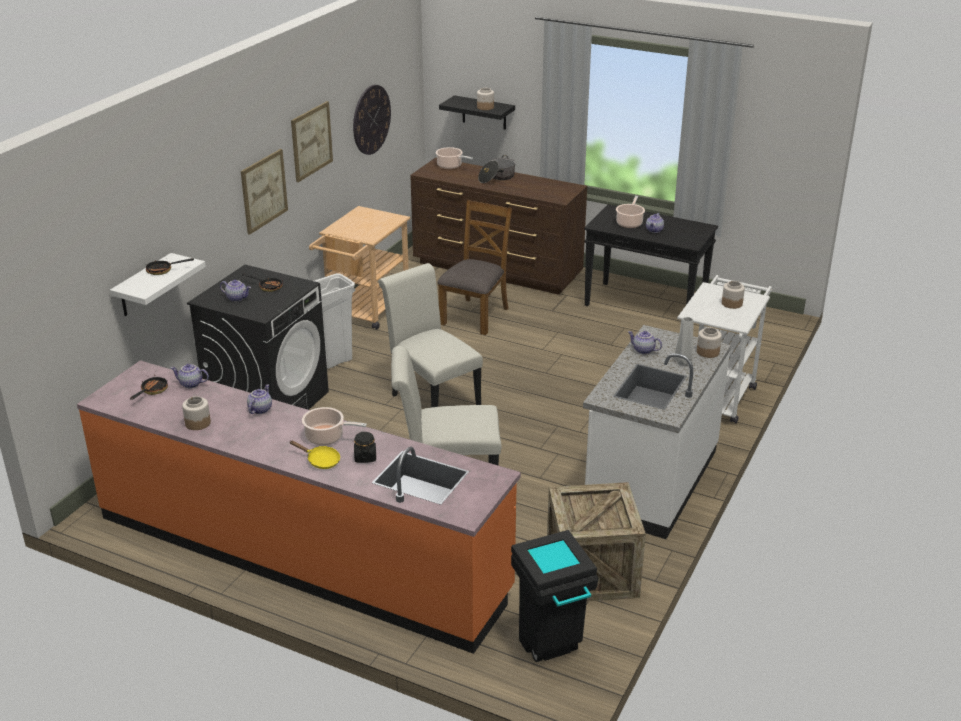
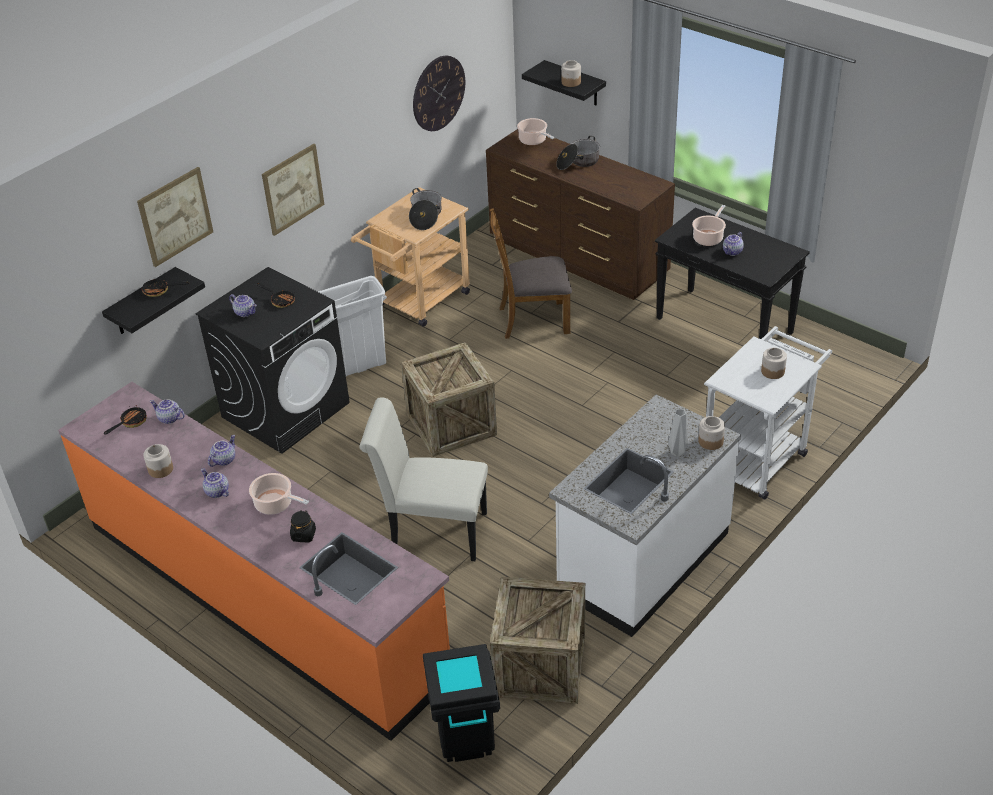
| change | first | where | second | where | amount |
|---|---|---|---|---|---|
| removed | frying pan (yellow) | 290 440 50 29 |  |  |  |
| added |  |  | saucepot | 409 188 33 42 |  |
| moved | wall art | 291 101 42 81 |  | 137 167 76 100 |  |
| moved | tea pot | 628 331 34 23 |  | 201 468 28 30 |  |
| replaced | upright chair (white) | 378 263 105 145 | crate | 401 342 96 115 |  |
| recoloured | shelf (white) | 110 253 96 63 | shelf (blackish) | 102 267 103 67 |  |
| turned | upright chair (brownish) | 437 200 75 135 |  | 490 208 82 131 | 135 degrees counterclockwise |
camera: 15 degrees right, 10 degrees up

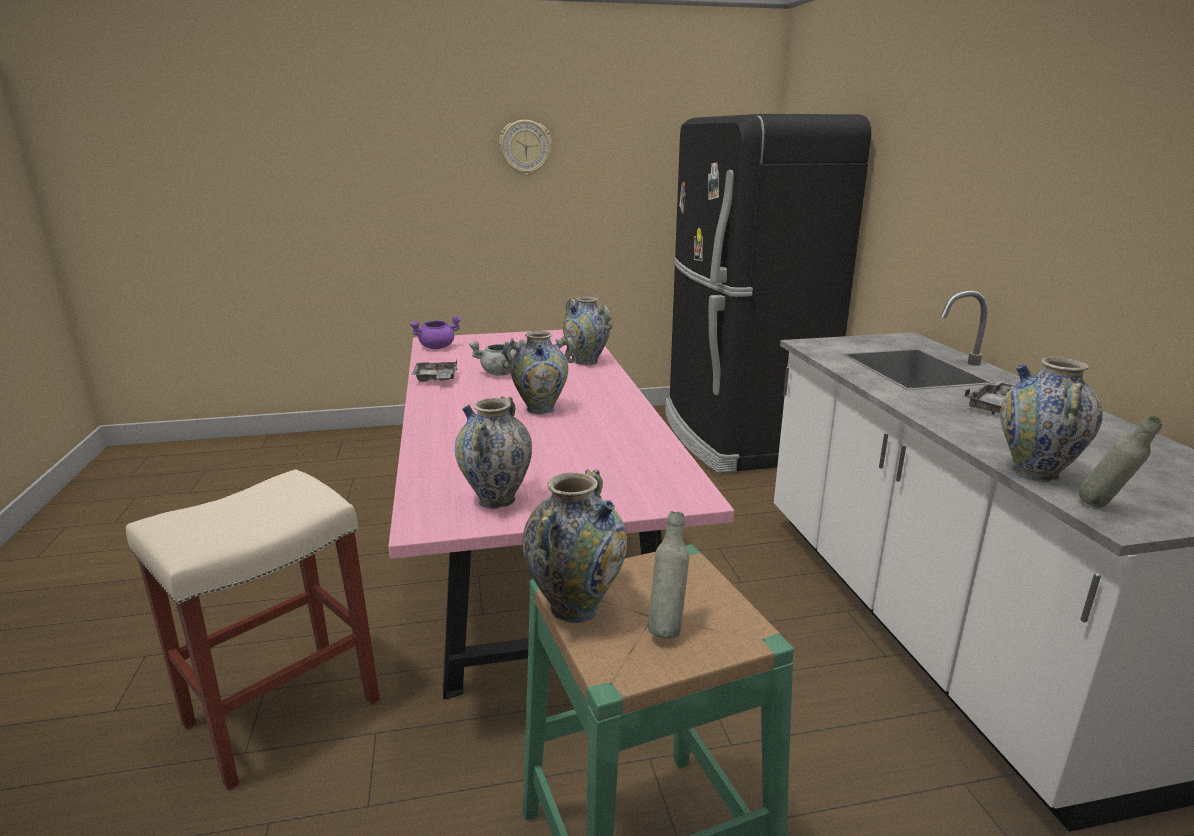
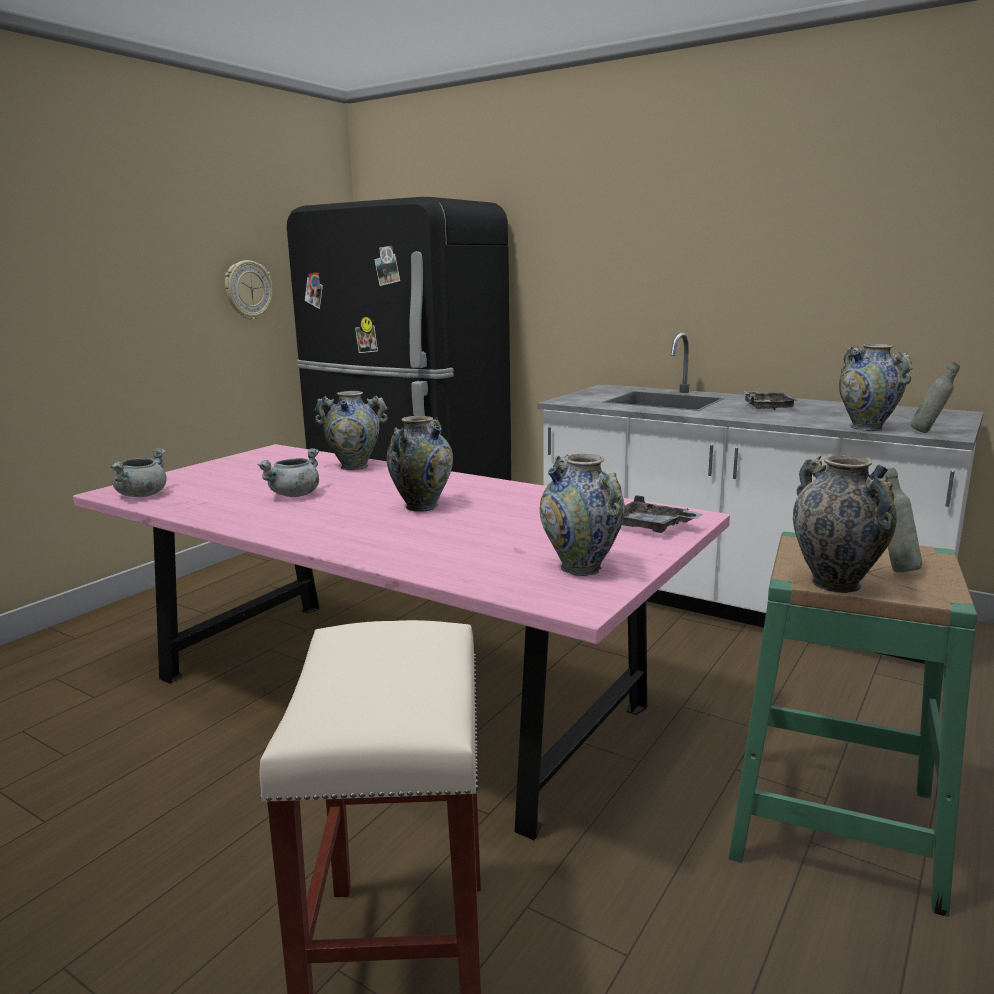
| change | first | where | second | where | amount |
|---|---|---|---|---|---|
| moved | carrying tray (grey) | 412 359 45 23 |  | 622 495 81 38 |  |
| moved | wall clock | 499 120 53 56 |  | 225 260 48 60 |  |
| recoloured | saucepot (purple-coloured) | 410 316 51 33 | saucepot (grey) | 111 448 56 49 |  |
camera: 45 degrees left, 5 degrees down

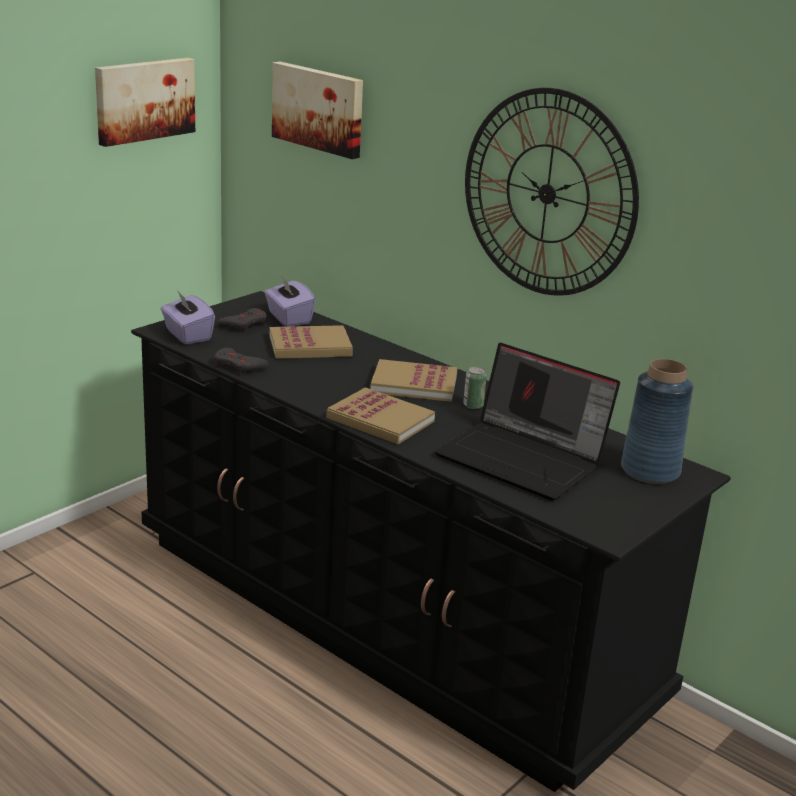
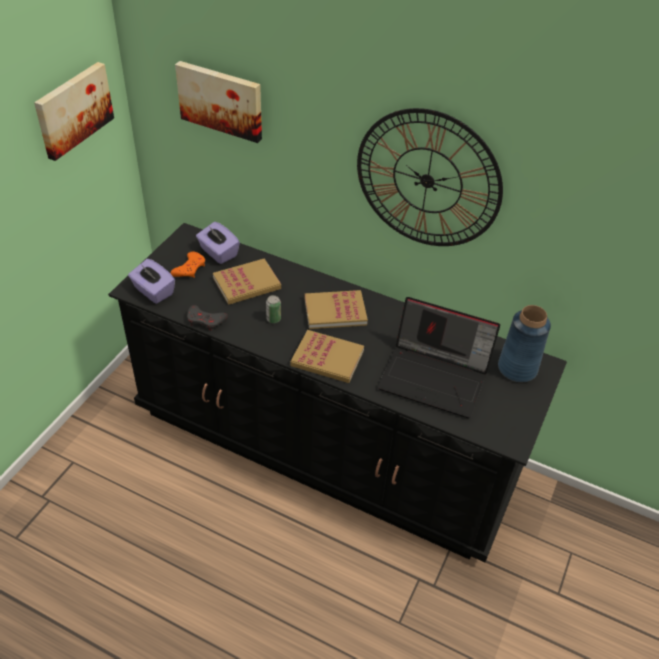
| change | first | where | second | where | amount |
|---|---|---|---|---|---|
| moved | can | 463 367 24 42 |  | 266 295 15 28 |  |
| recoloured | gamepad (grey) | 217 308 50 24 | gamepad (orange-coloured) | 170 252 35 26 |  |
camera: 15 degrees left, 20 degrees up

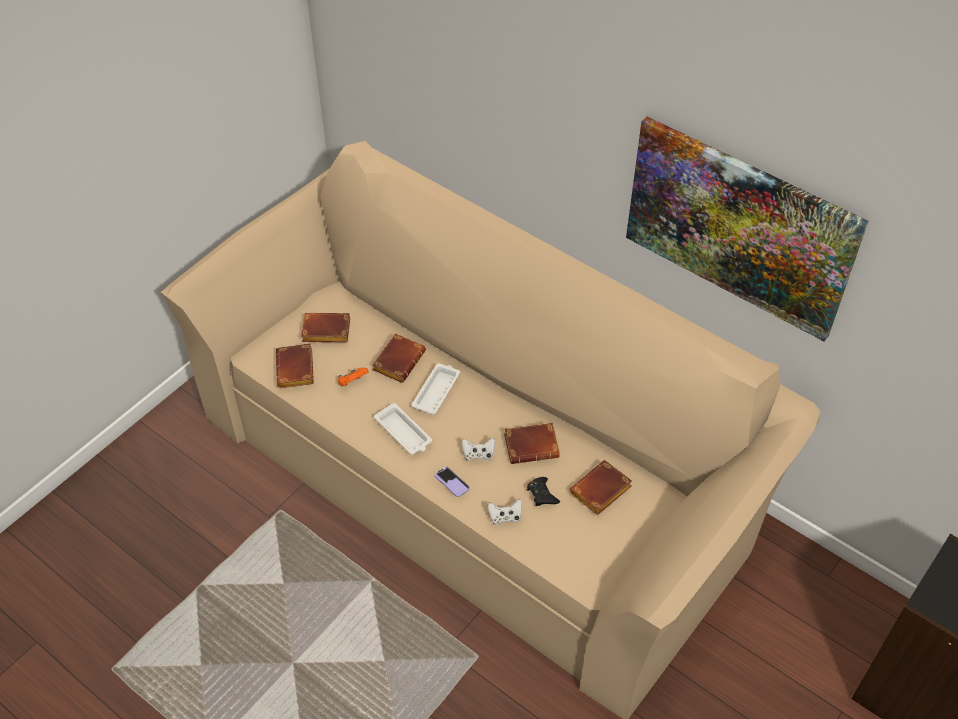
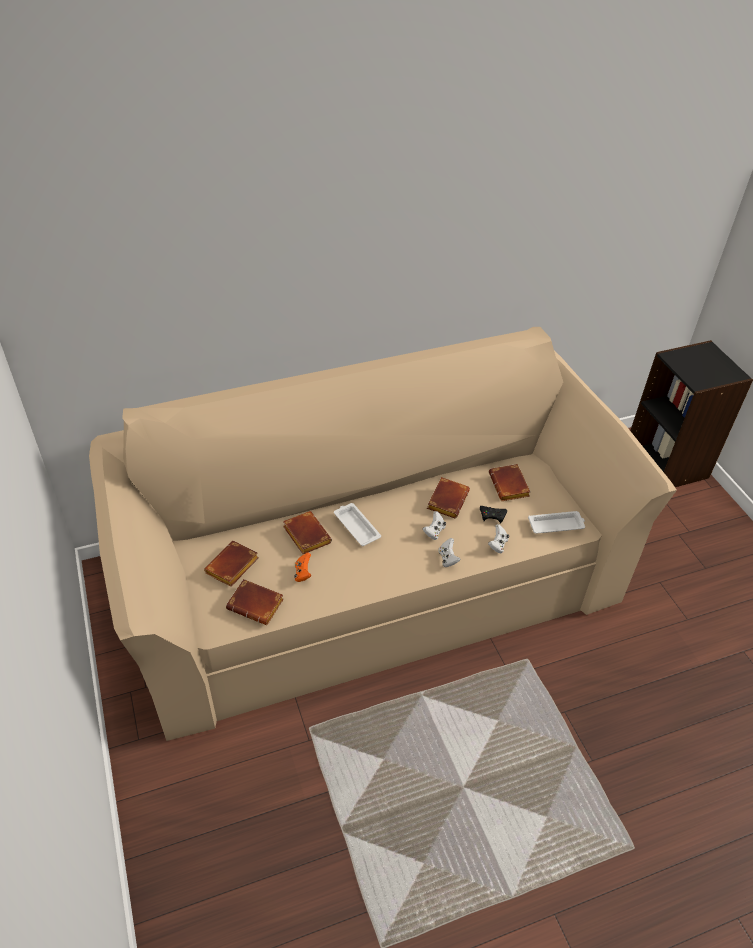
| change | first | where | second | where | amount |
|---|---|---|---|---|---|
| removed | wall art | 626 117 242 224 |  |  |  |
| moved | carrying tray (white) | 374 403 58 52 |  | 528 511 57 23 |  |
| replaced | telephone | 435 467 35 30 | gamepad (white) | 438 538 23 29 |  |
camera: 60 degrees left, 5 degrees down

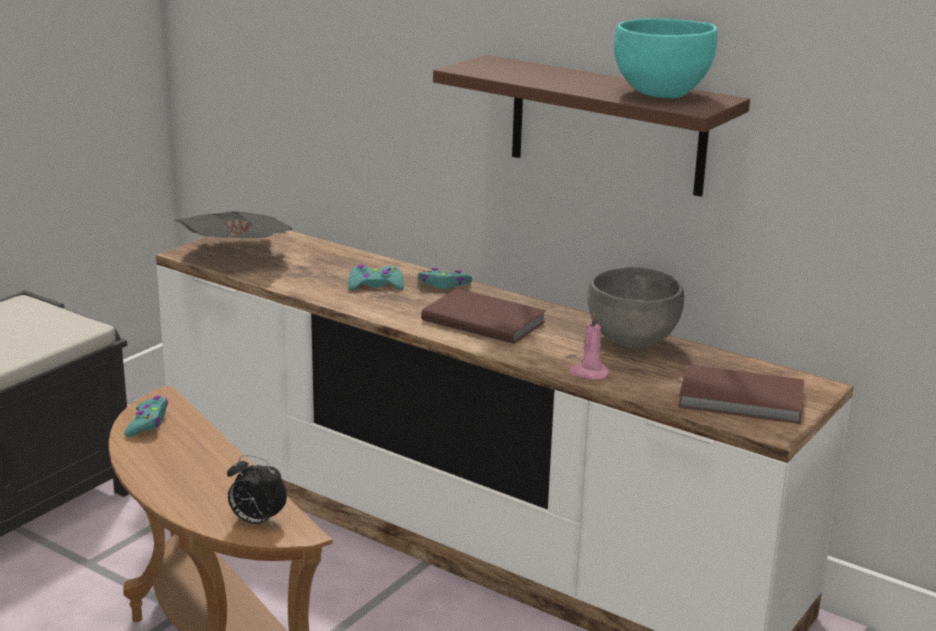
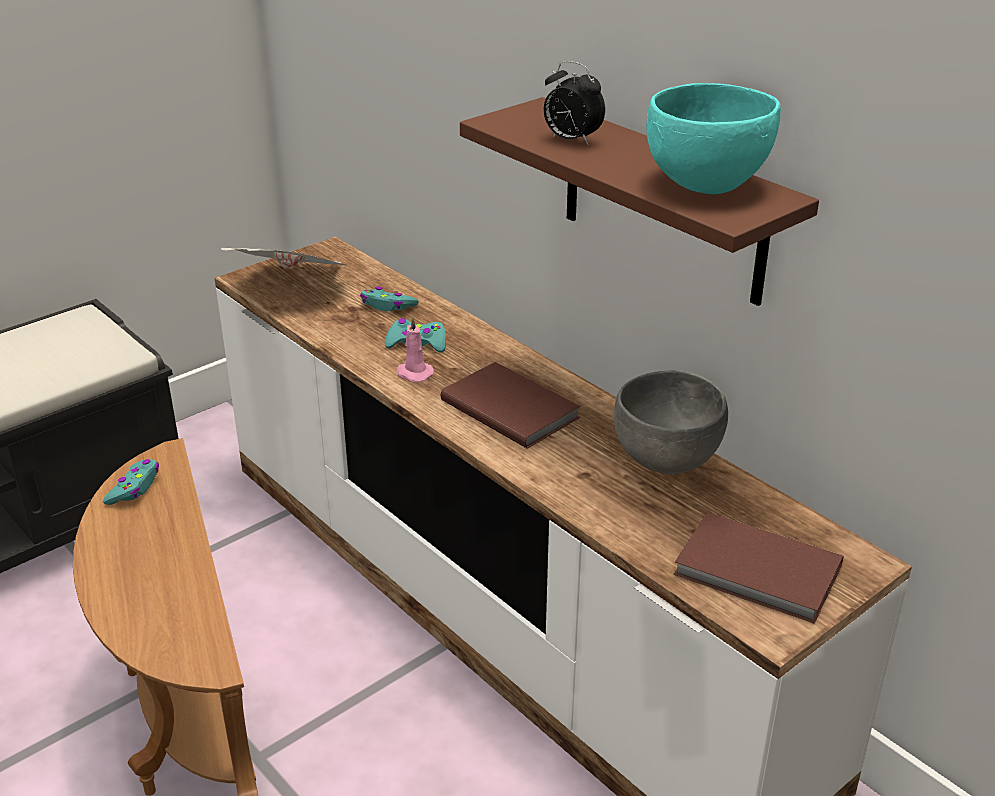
| change | first | where | second | where | amount |
|---|---|---|---|---|---|
| moved | alarm clock | 227 455 60 72 |  | 544 61 61 84 |  |
| moved | gamepad (turquoise-coloured) | 418 268 54 21 |  | 360 287 59 24 |  |
| moved | wax light (pinkish) | 569 312 41 68 |  | 396 316 38 66 |  |
camera: 15 degrees right, 10 degrees up

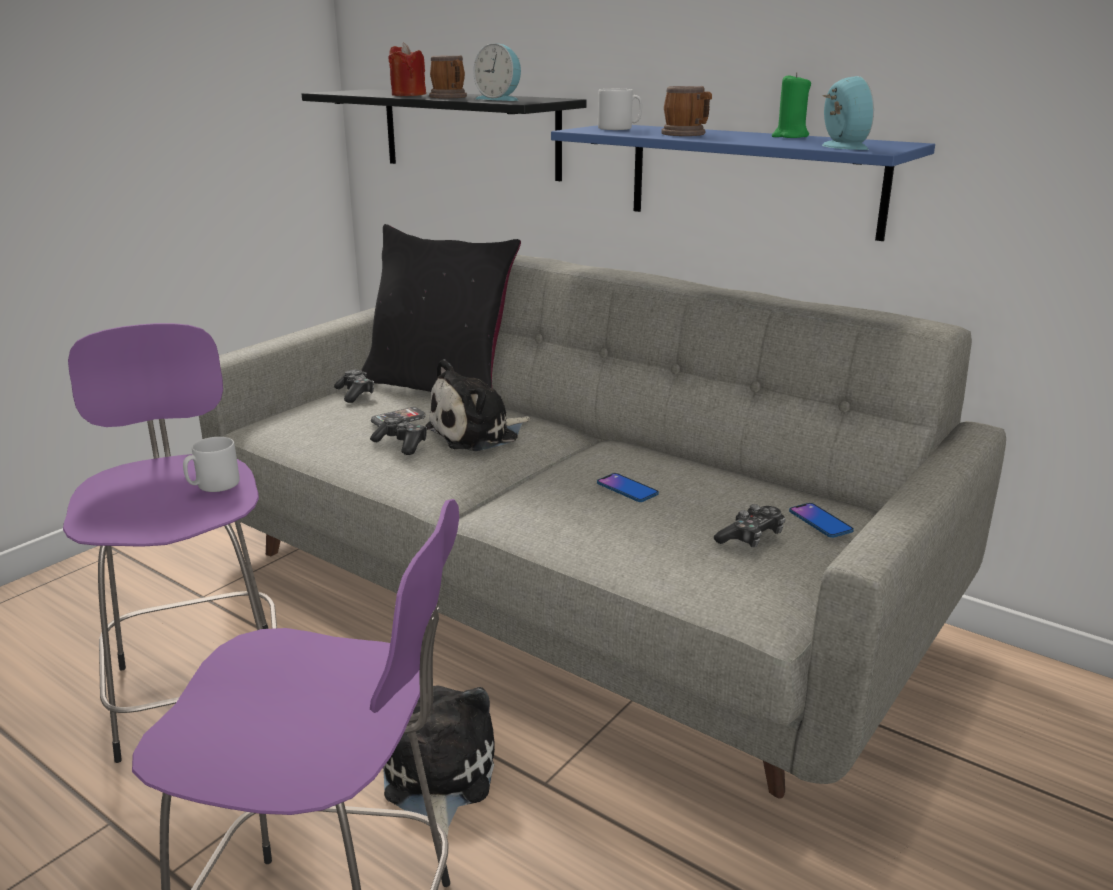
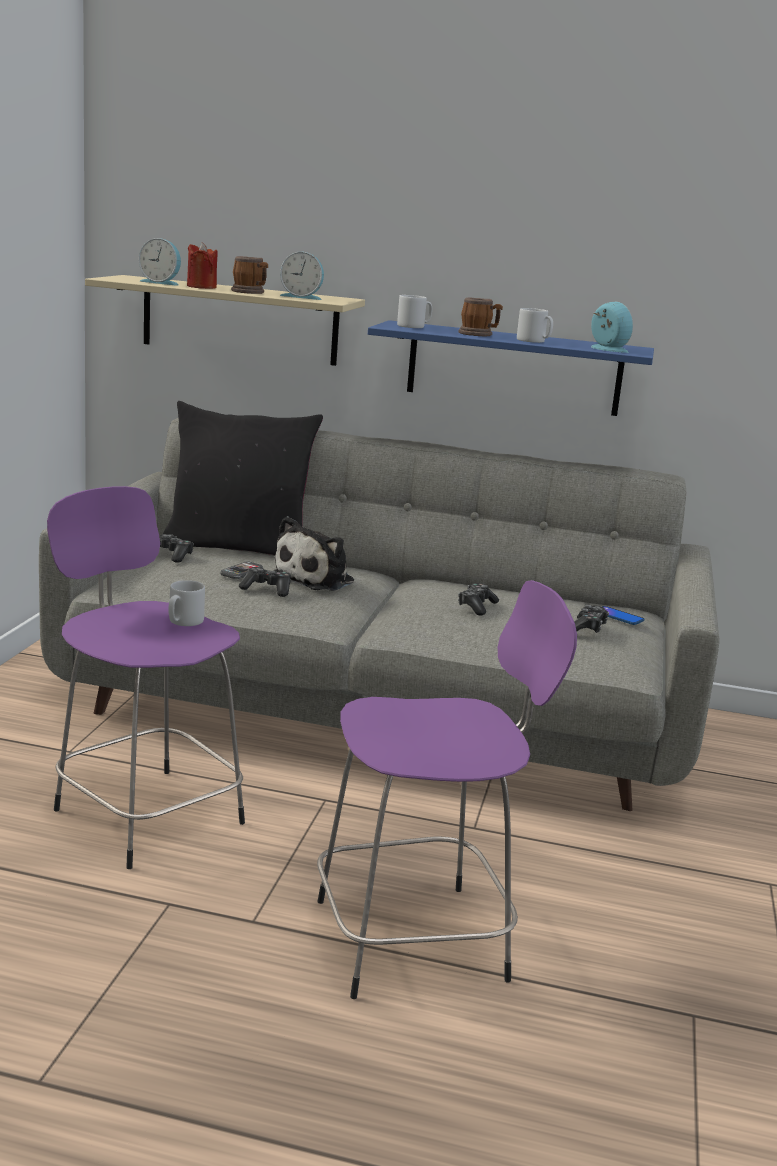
| change | first | where | second | where | amount |
|---|---|---|---|---|---|
| removed | soft toy | 383 685 112 156 |  |  |  |
| removed | wax light (green) | 772 72 39 66 |  |  |  |
| added |  |  | alarm clock | 139 238 42 48 |  |
| added |  |  | coffee mug (grey) | 517 308 36 35 |  |
| replaced | telephone | 597 473 62 29 | gamepad | 458 583 41 32 |  |
| recoloured | shelf (blackish) | 302 89 285 92 | shelf (beige) | 85 275 280 91 |  |
camera: 25 degrees left, 5 degrees down

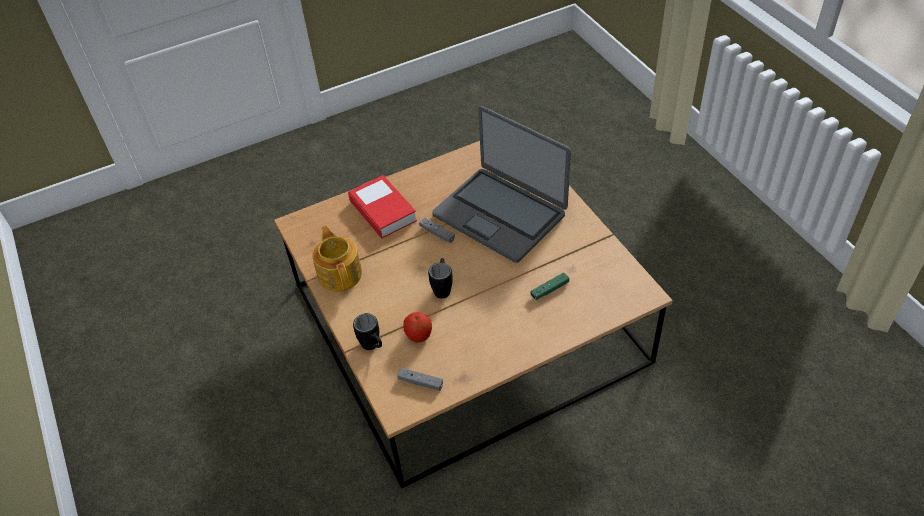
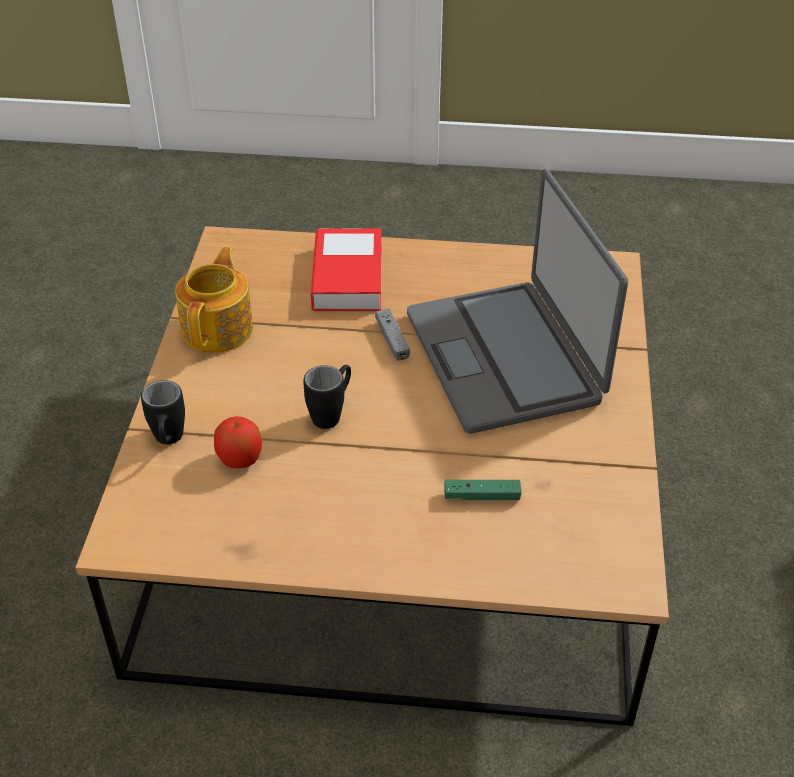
| change | first | where | second | where | amount |
|---|---|---|---|---|---|
| removed | gamepad (grey) | 397 368 46 23 |  |  |  |
camera: 30 degrees right, 5 degrees down

